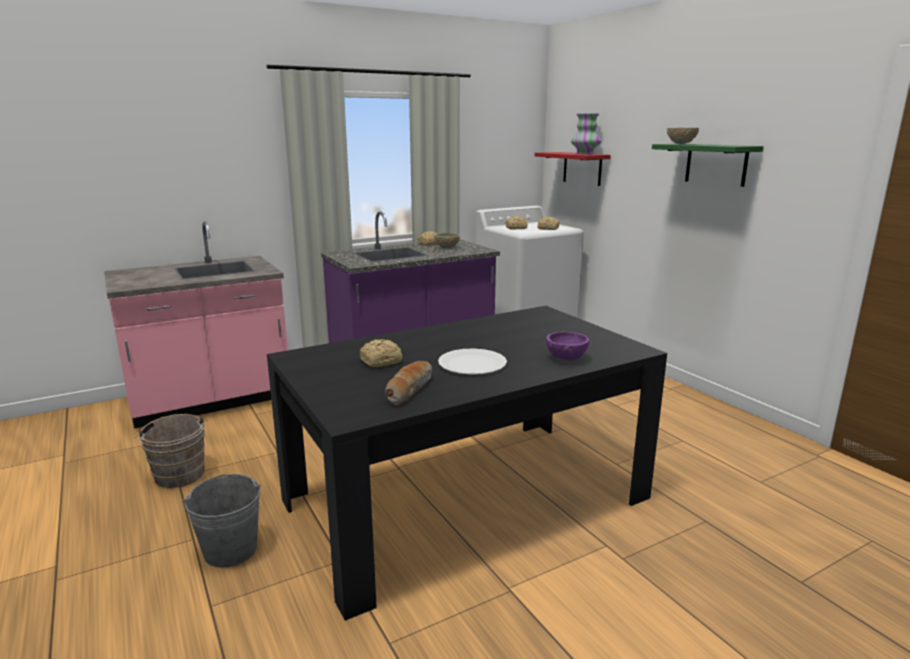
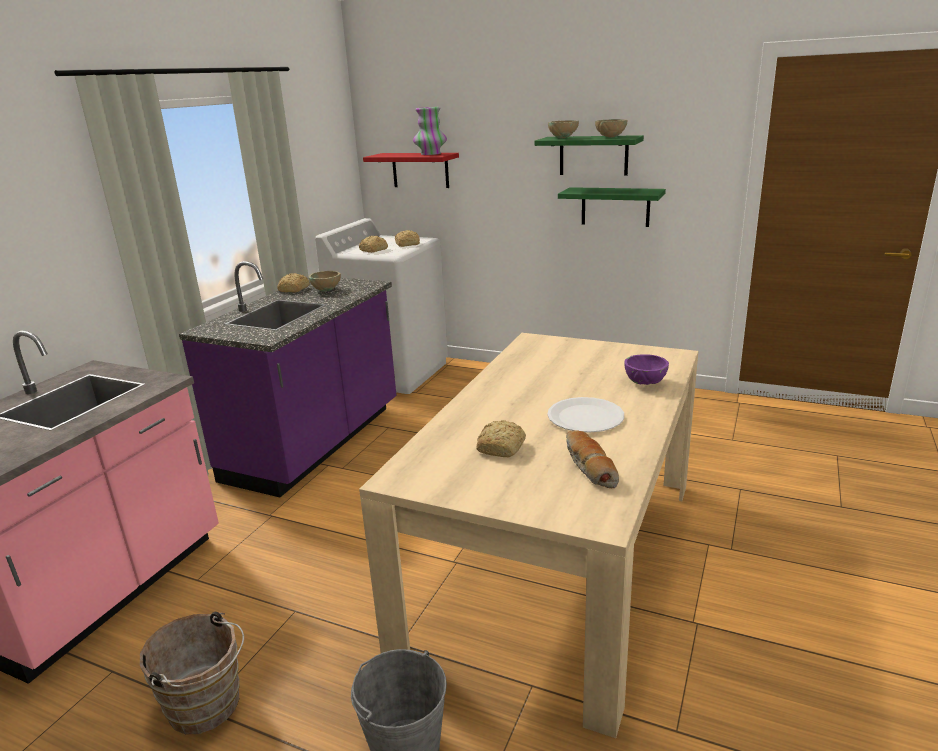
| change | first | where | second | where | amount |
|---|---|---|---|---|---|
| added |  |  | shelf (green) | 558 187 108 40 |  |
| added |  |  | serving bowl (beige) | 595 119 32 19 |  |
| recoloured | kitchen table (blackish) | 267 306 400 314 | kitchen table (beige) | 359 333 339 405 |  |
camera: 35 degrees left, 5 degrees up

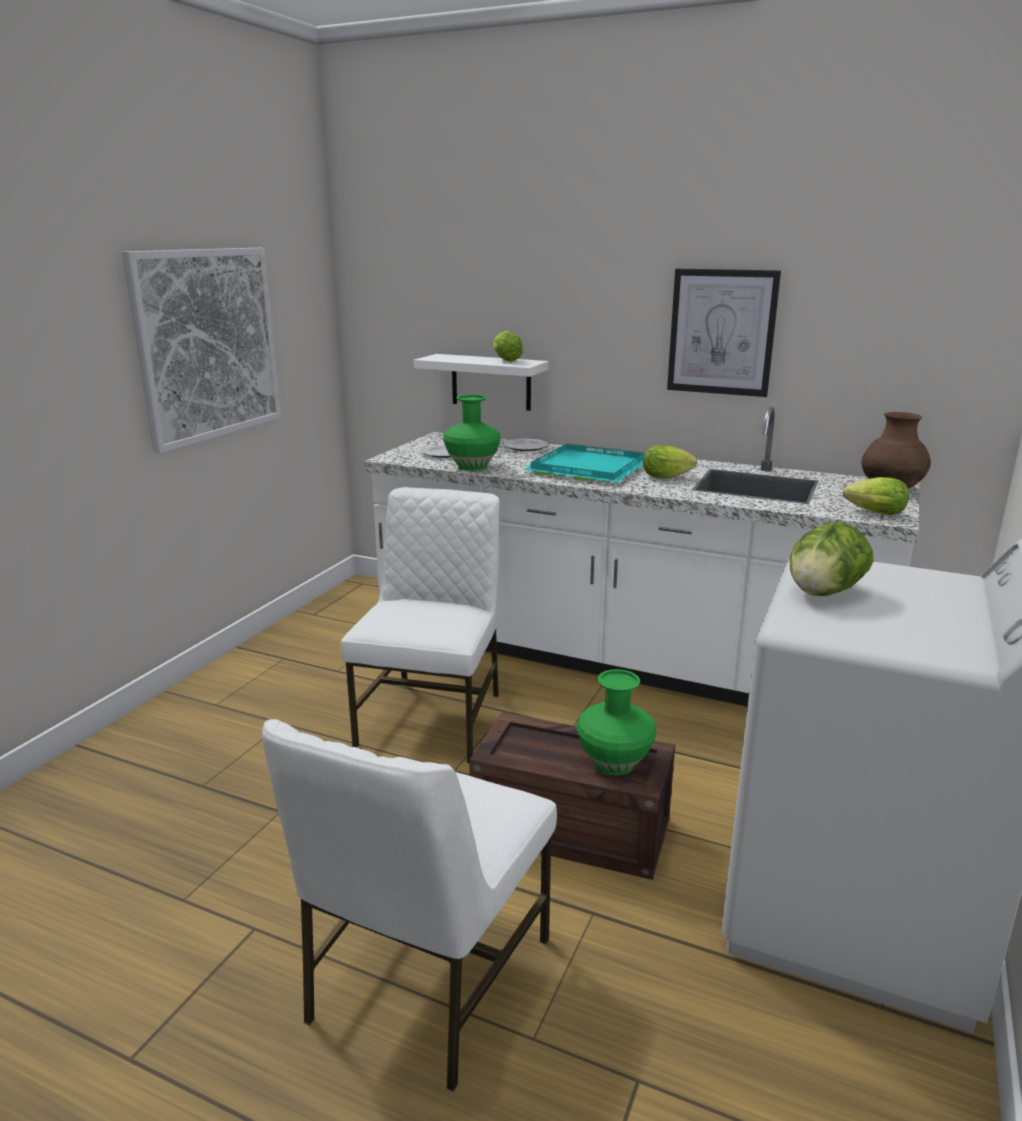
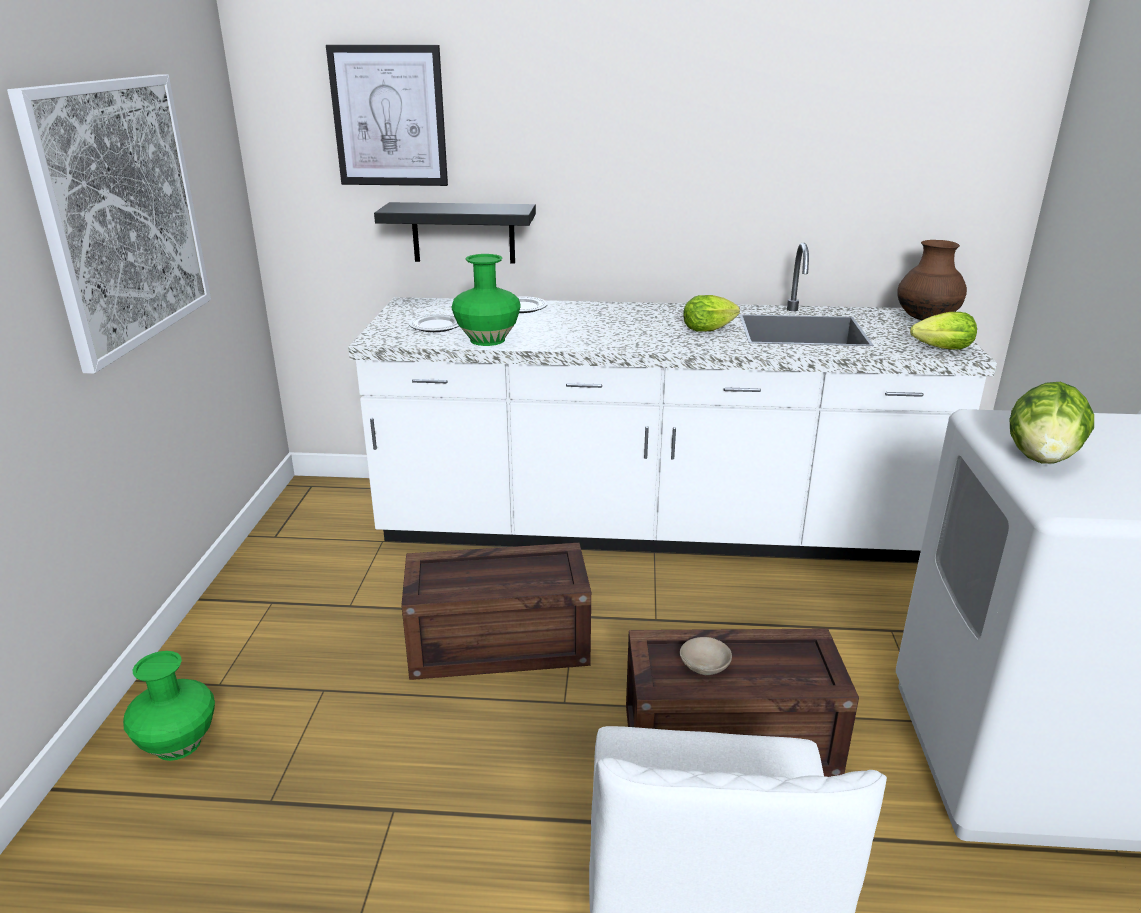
| change | first | where | second | where | amount |
|---|---|---|---|---|---|
| removed | lettuce head | 493 331 30 31 |  |  |  |
| removed | carrying tray (turquoise-coloured) | 522 443 123 39 |  |  |  |
| added |  |  | serving bowl (beige) | 680 637 52 38 |  |
| moved | flower vase (green) | 576 669 80 106 |  | 123 651 92 110 |  |
| moved | wall art | 667 269 114 128 |  | 326 45 122 141 |  |
| replaced | upright chair (white) | 341 487 159 276 | crate | 401 543 190 137 |  |
| recoloured | shelf (white) | 413 354 136 57 | shelf (blackish) | 374 202 162 61 |  |
camera: 20 degrees left, 5 degrees up

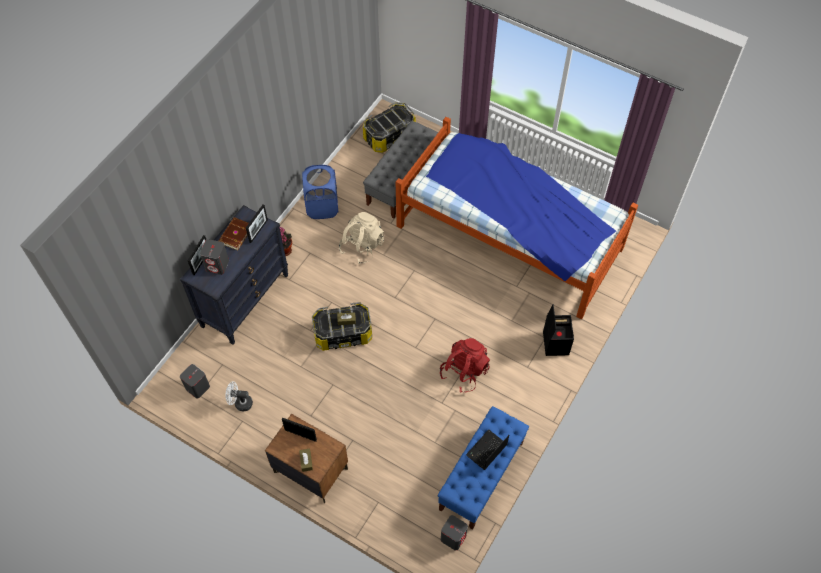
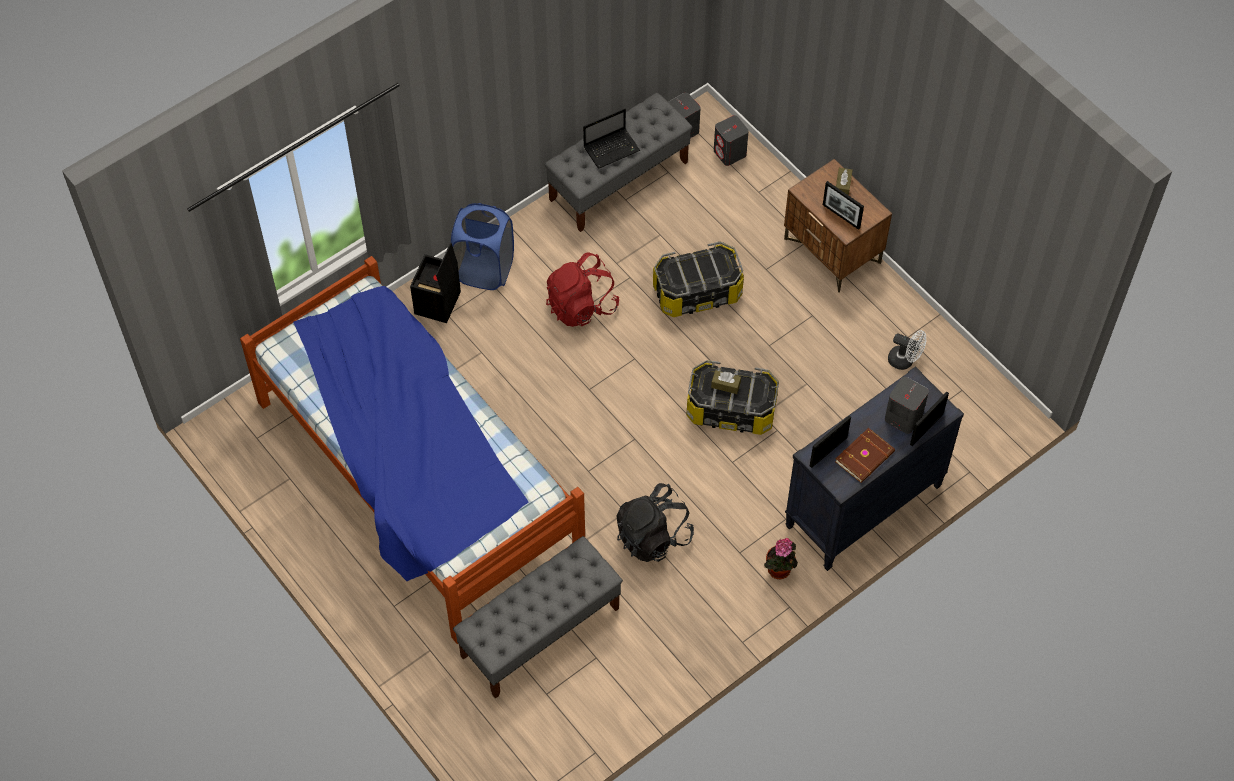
| change | first | where | second | where | amount |
|---|---|---|---|---|---|
| moved | audio speaker (grey) | 180 364 30 35 |  | 714 115 35 51 |  |
| moved | washing basket (blue-coloured) | 302 164 37 55 |  | 451 203 63 87 |  |
| moved | storage bin | 363 102 53 51 |  | 653 242 91 75 |  |
| recoloured | rucksack (beige) | 339 212 45 52 | rucksack (blackish) | 616 483 78 79 |  |
| recoloured | long seat (blue-coloured) | 438 406 91 124 | long seat (grey) | 544 93 148 139 |  |
camera: 160 degrees left, 0 degrees up

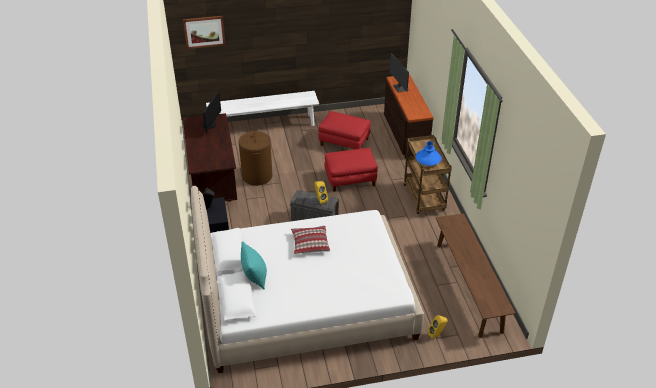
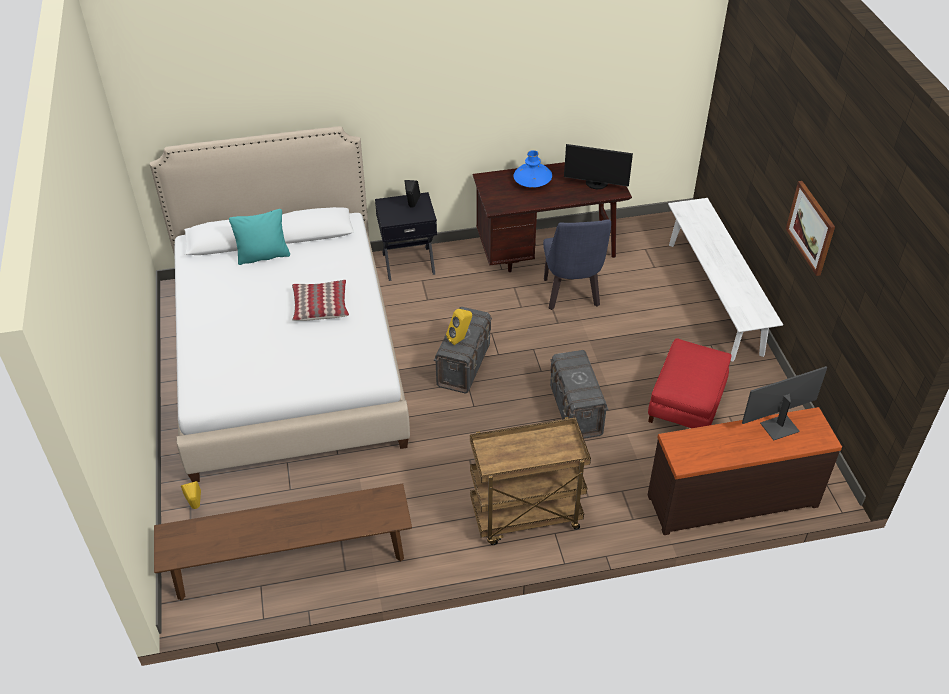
| change | first | where | second | where | amount |
|---|---|---|---|---|---|
| moved | wall art | 183 16 42 33 |  | 786 181 49 95 |  |
| moved | flower vase (blue-coloured) | 416 141 26 25 |  | 513 150 39 38 |  |
| replaced | washing basket (brownish) | 239 130 33 56 | upright chair (blue-coloured) | 543 219 68 91 |  |
| replaced | ottoman (red) | 325 148 53 44 | storage bin (grey) | 550 350 58 89 |  |
camera: 90 degrees right, 5 degrees up

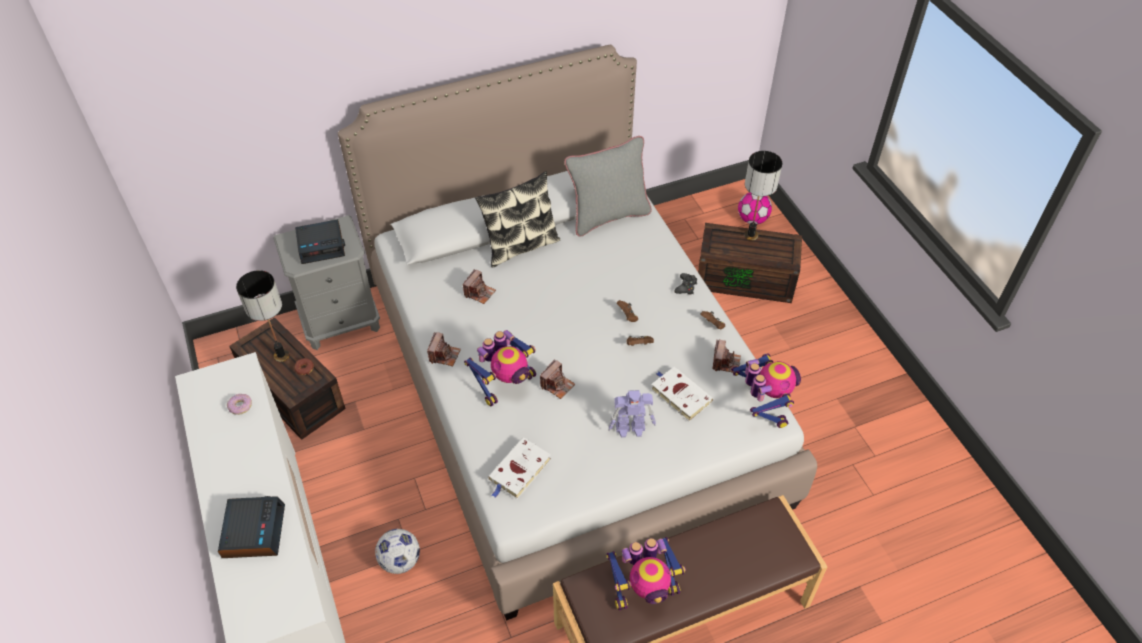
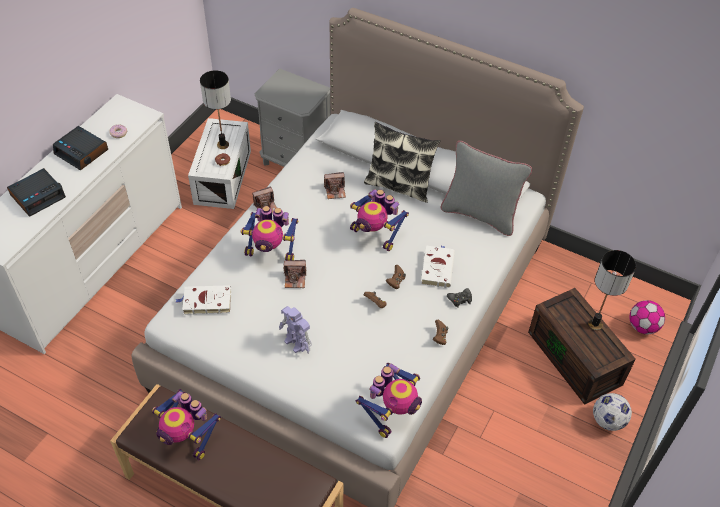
| change | first | where | second | where | amount |
|---|---|---|---|---|---|
| removed | still camera | 713 340 28 33 |  |  |  |
| added |  |  | model robot | 350 189 59 62 |  |
| moved | alarm clock | 295 219 50 45 |  | 53 126 55 44 |  |
| moved | football ball | 375 529 45 45 |  | 593 393 39 38 |  |
| moved | book (white) | 651 366 63 55 |  | 421 246 34 42 |  |
| recoloured | storage bin (brownish) | 229 317 117 123 | storage bin (white) | 188 118 63 91 |  |
camera: 50 degrees right, 0 degrees up

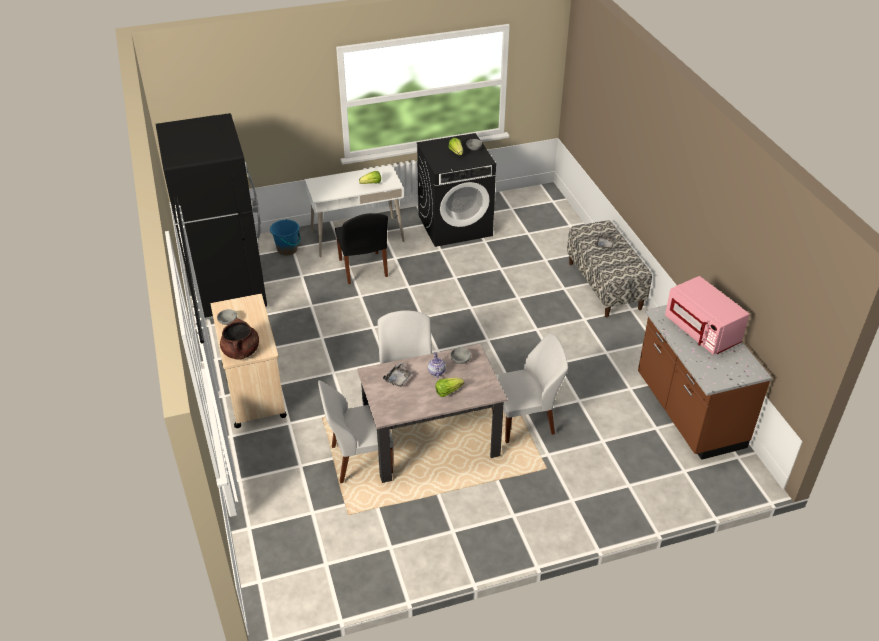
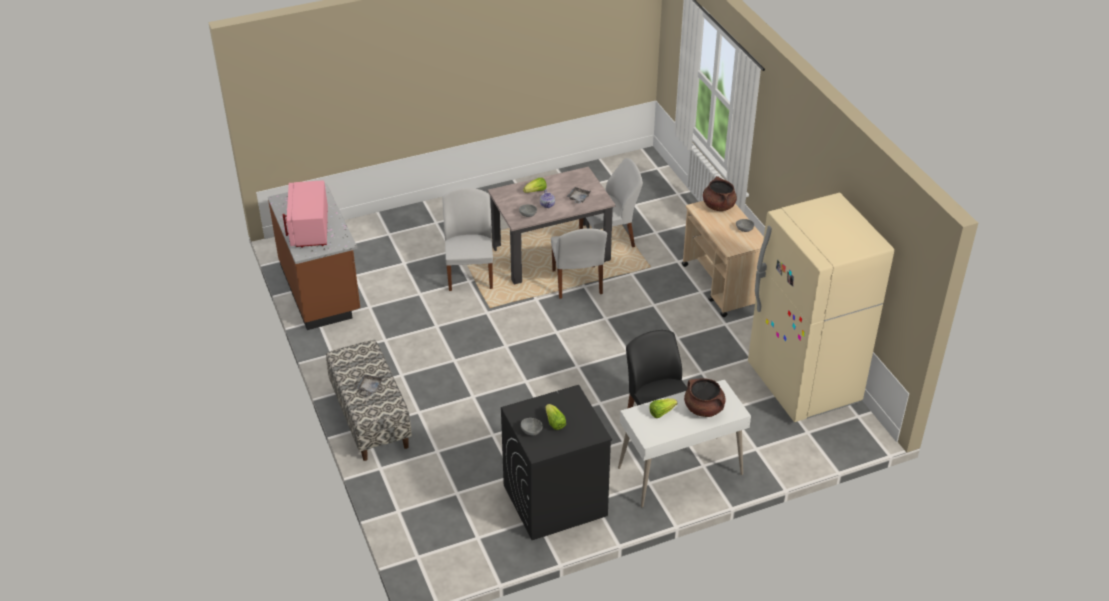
| change | first | where | second | where | amount |
|---|---|---|---|---|---|
| removed | water bucket (blue-coloured) | 270 219 31 36 |  |  |  |
| added |  |  | saucepot (brownish) | 684 378 42 39 |  |
| recoloured | fridge (blackish) | 156 113 111 207 | fridge (beige) | 748 193 146 229 |  |
| turned | upright chair (white) | 492 333 76 110 |  | 442 188 51 103 | 105 degrees clockwise |
| turned | microwave oven (pinkish) | 665 276 85 79 |  | 283 180 45 68 | 150 degrees counterclockwise |
camera: 175 degrees right, 0 degrees up

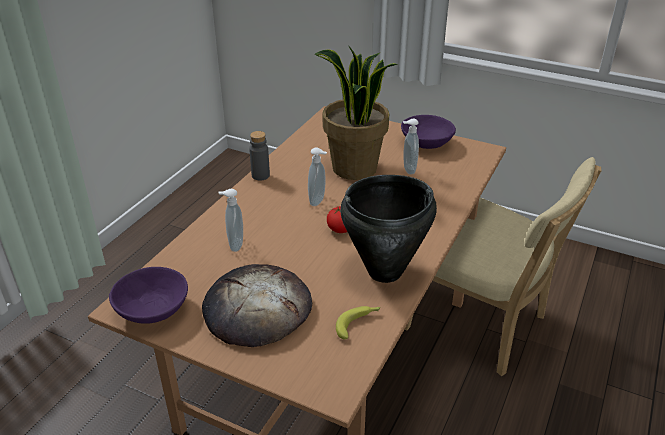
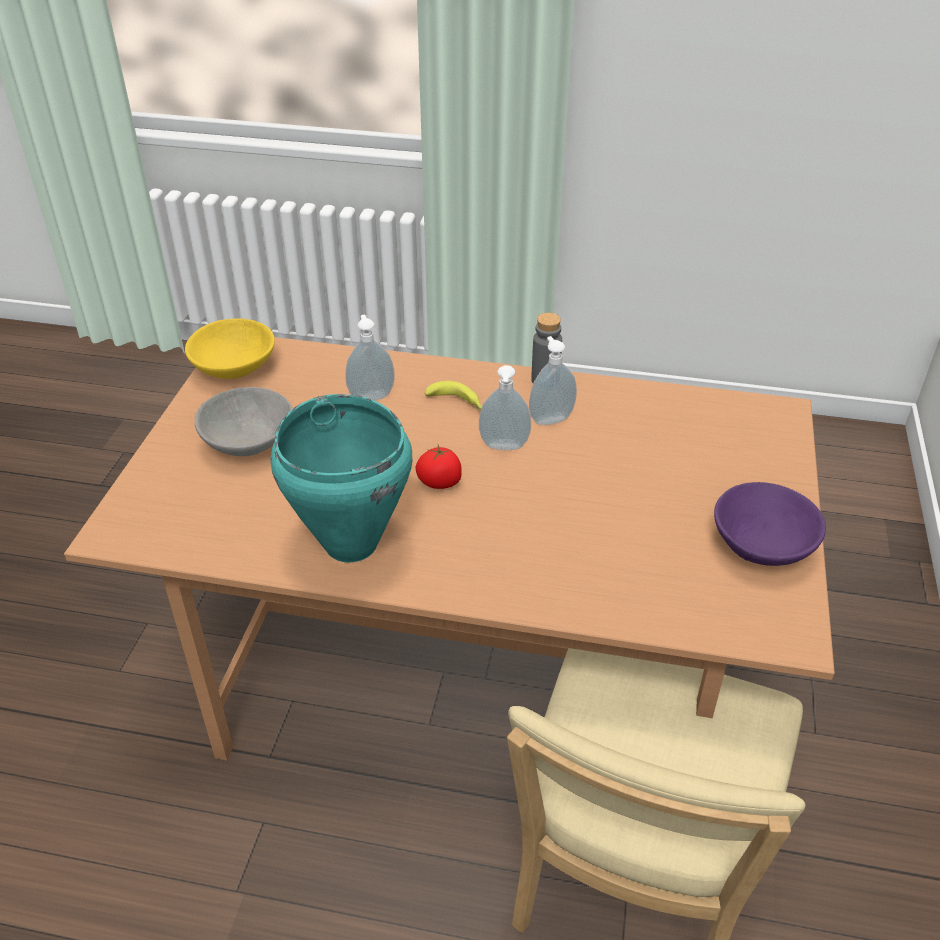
| change | first | where | second | where | amount |
|---|---|---|---|---|---|
| removed | potted plant | 315 46 83 134 |  |  |  |
| moved | banana fruit | 336 306 44 33 |  | 425 381 57 29 |  |
| moved | soap bottle | 403 119 16 56 |  | 529 336 48 89 |  |
| replaced | bread | 202 264 110 83 | serving bowl (grey) | 195 387 97 69 |  |
| recoloured | serving bowl (purple-coloured) | 109 267 79 57 | serving bowl (yellow) | 185 318 90 61 |  |
| recoloured | saucepot (blackish) | 340 175 97 108 | saucepot (turquoise-coloured) | 271 394 141 168 |  |
camera: 75 degrees right, 5 degrees up

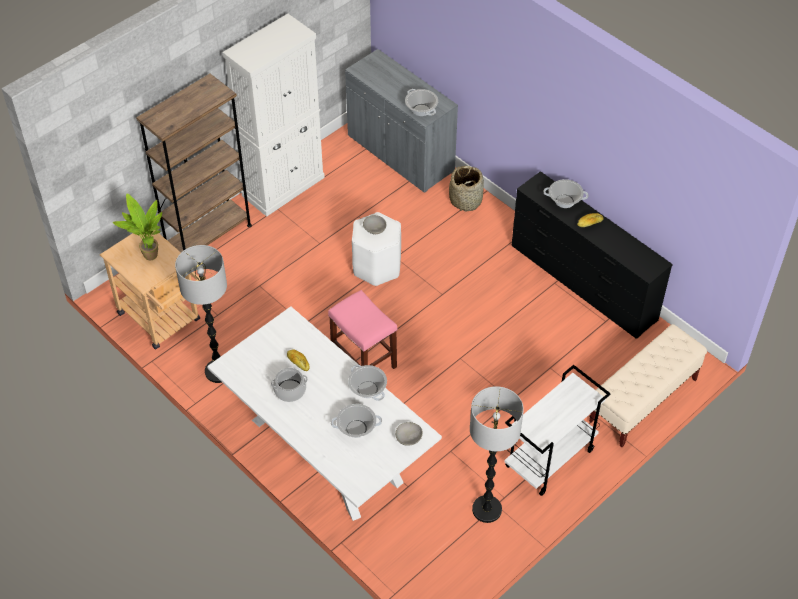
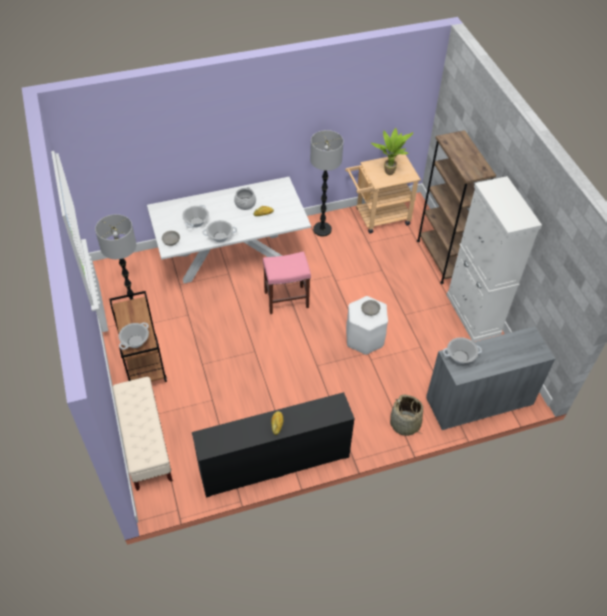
| change | first | where | second | where | amount |
|---|---|---|---|---|---|
| moved | saucepot | 543 179 46 29 |  | 119 322 30 28 |  |
| recoloured | trolley (white) | 504 365 107 131 | trolley (brownish) | 109 291 58 91 |  |
camera: 115 degrees right, 0 degrees up

